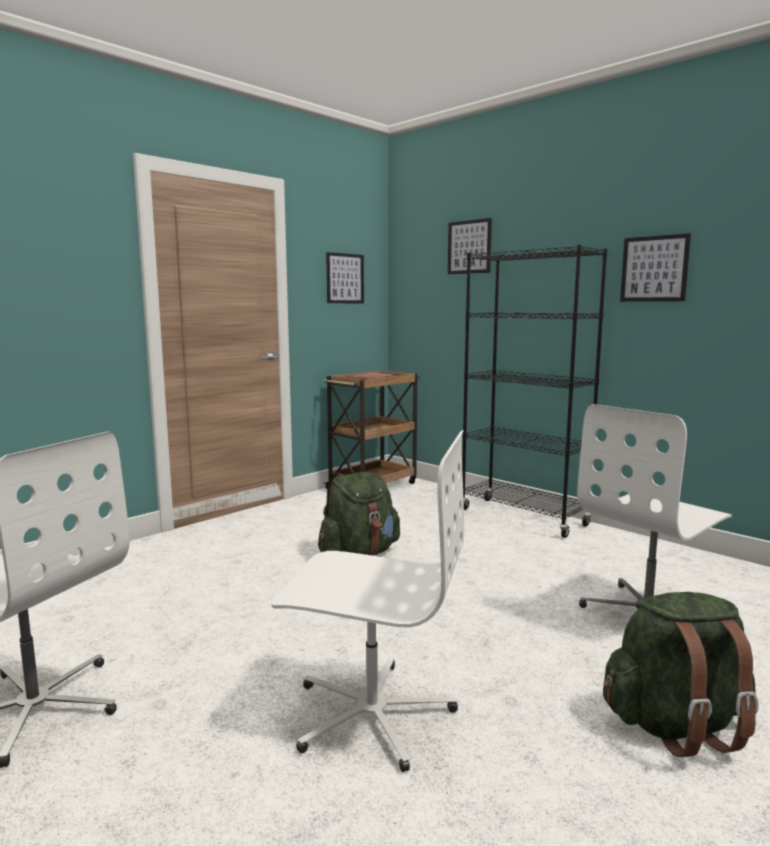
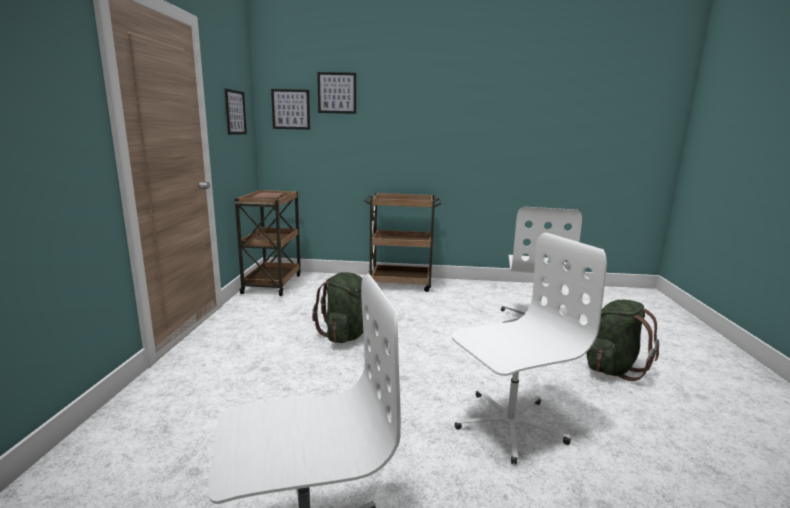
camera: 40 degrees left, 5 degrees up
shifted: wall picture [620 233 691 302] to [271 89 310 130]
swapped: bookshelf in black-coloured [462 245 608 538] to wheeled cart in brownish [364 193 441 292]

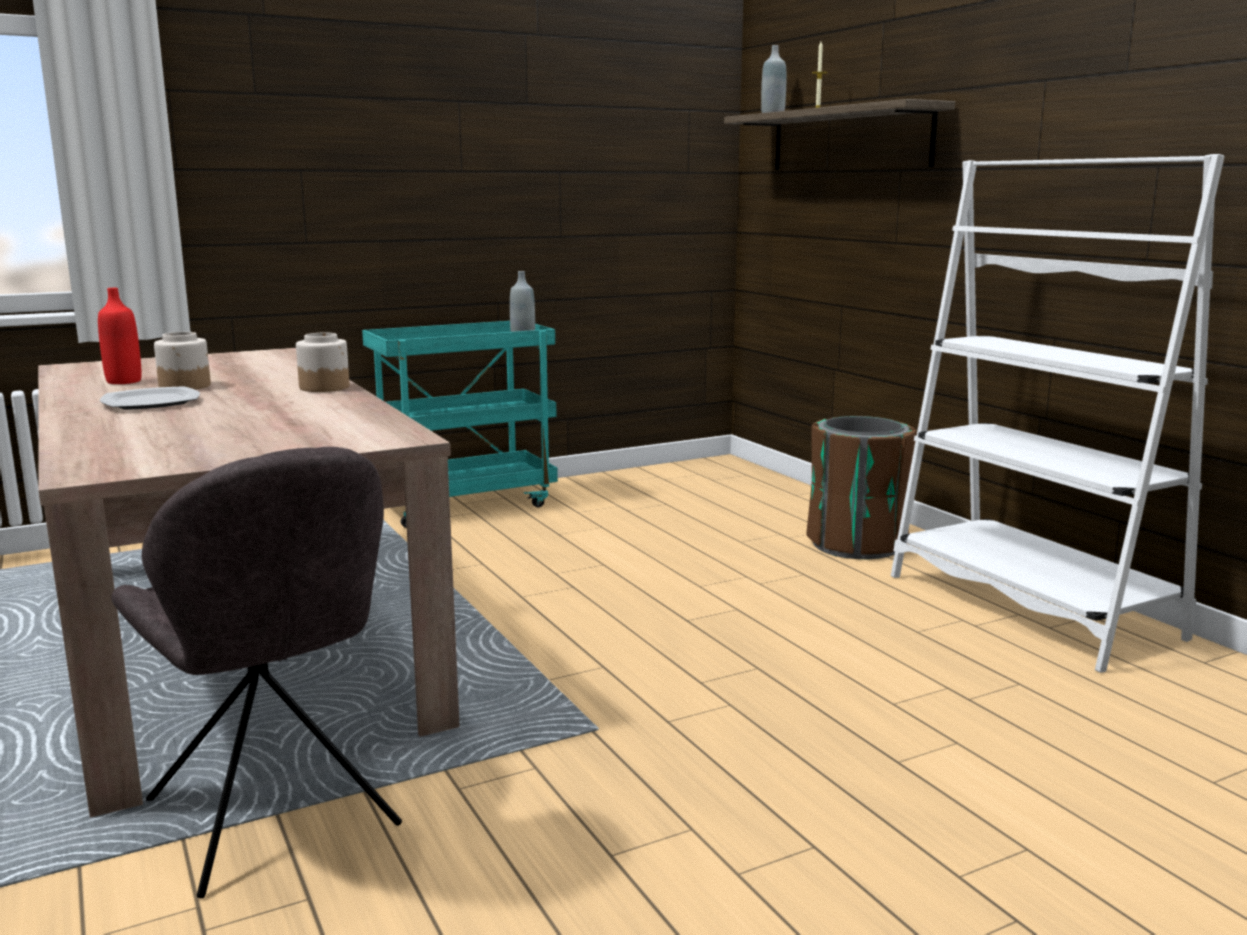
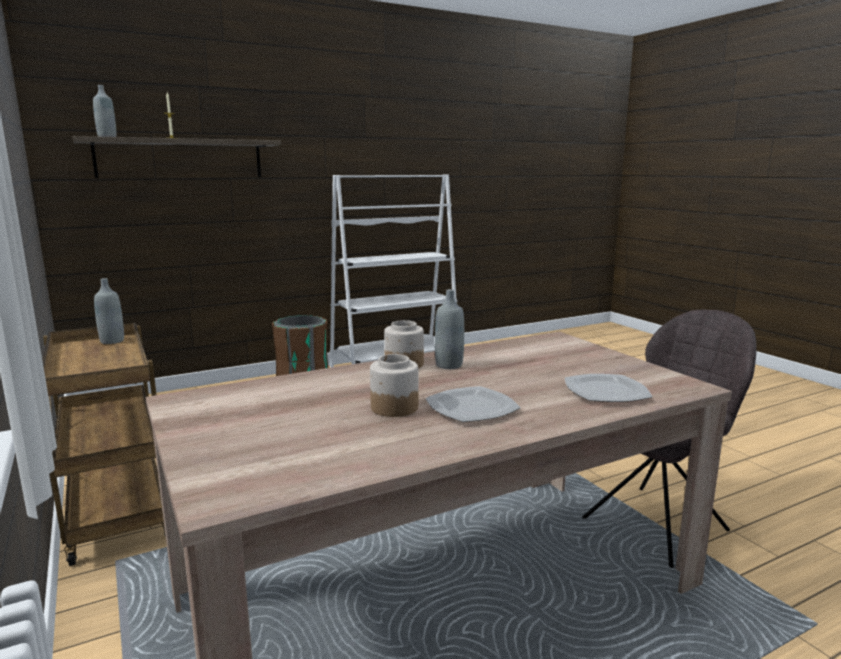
camera: 90 degrees left, 0 degrees up
gone: bottle in reddish [98 288 141 384]
new: bottle in greyish [435 289 464 369]; flat dish [565 374 652 402]
repainted: wheeled cart in turquoise-coloured [362 321 558 528] to wheeled cart in brownish [42 323 166 566]

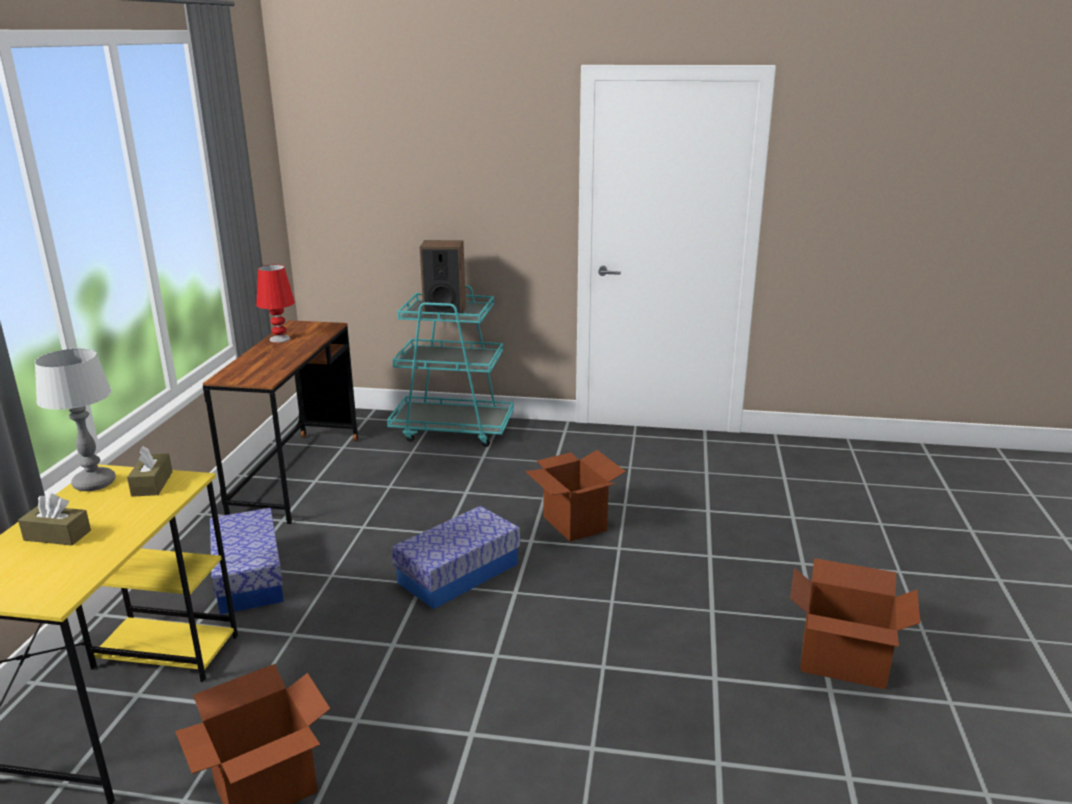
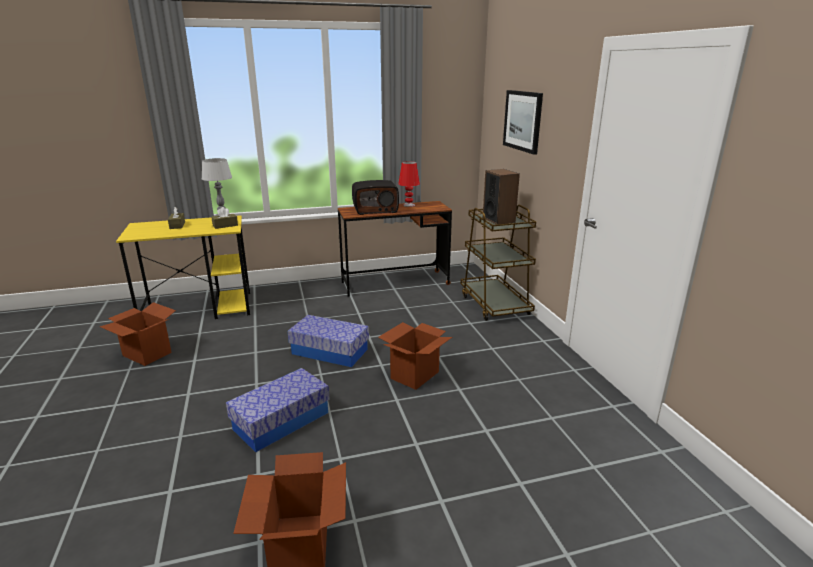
camera: 65 degrees right, 0 degrees up
new: wall picture [503 90 543 155]; radio receiver [352 180 399 215]
shifted: storage bin [210 508 284 615] to [226 368 330 452]
repainted: wheeled cart in turquoise-coloured [387 285 514 447] to wheeled cart in brownish [460 205 536 321]

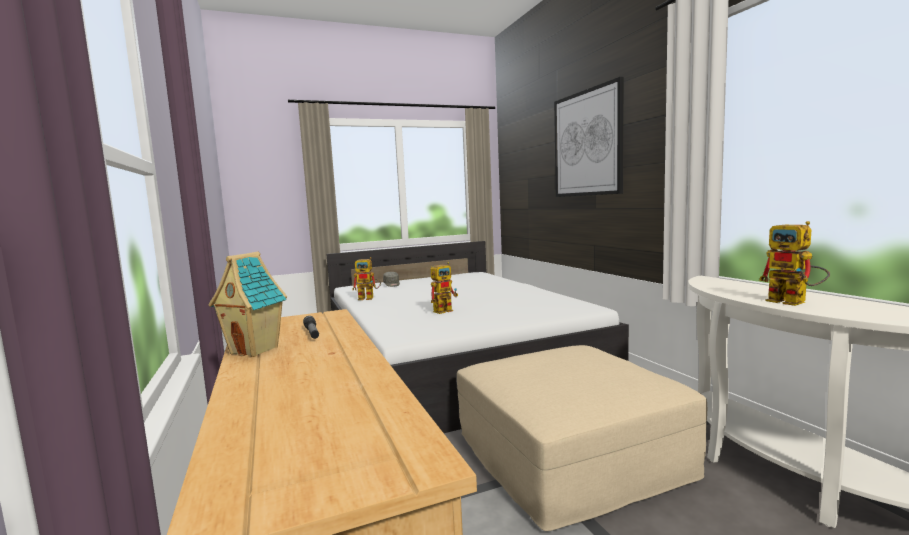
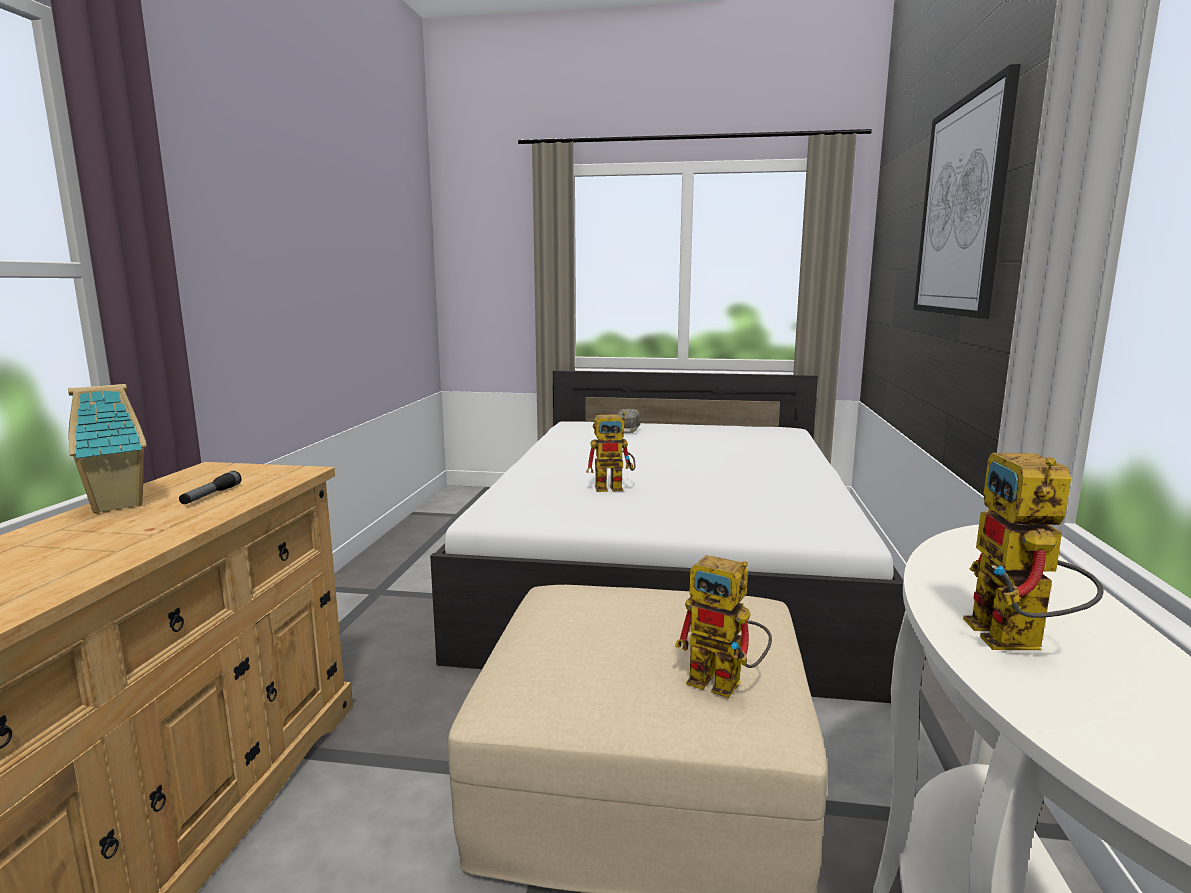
camera: 30 degrees right, 5 degrees up
shifted: toy robot [352 257 381 300] to [675 555 772 698]

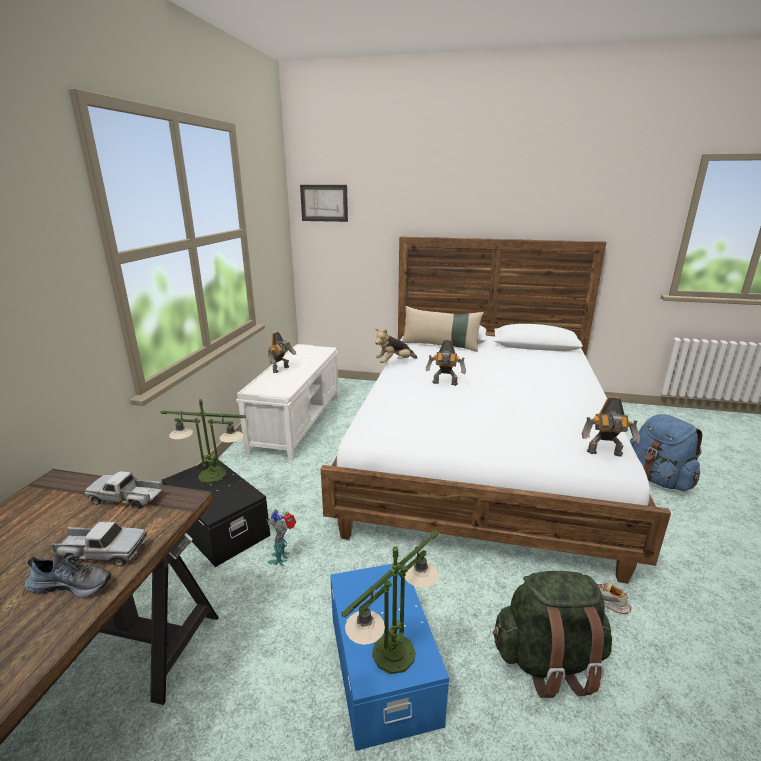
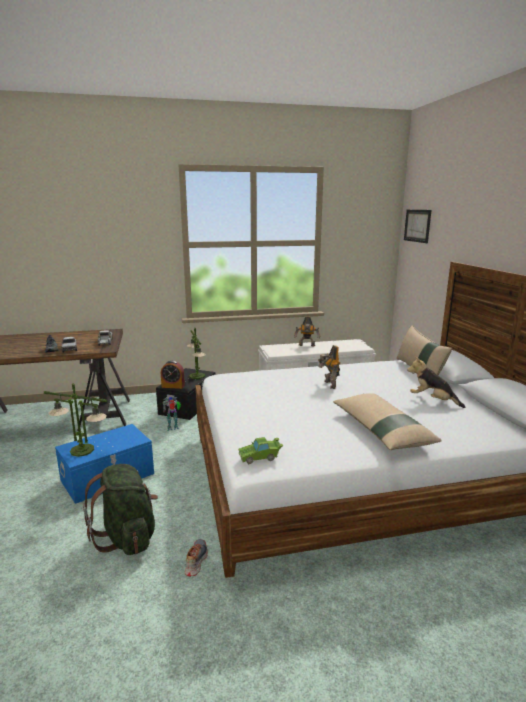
camera: 65 degrees right, 5 degrees down
gone: rucksack in bluish [630 414 702 491]
new: alarm clock [161 361 185 389]; pillow in beige-coloured [333 393 442 450]
shifted: soft toy [375 329 417 363] to [407 356 465 408]
swapped: toy robot [582 397 640 457] to toy car in green [238 437 283 464]

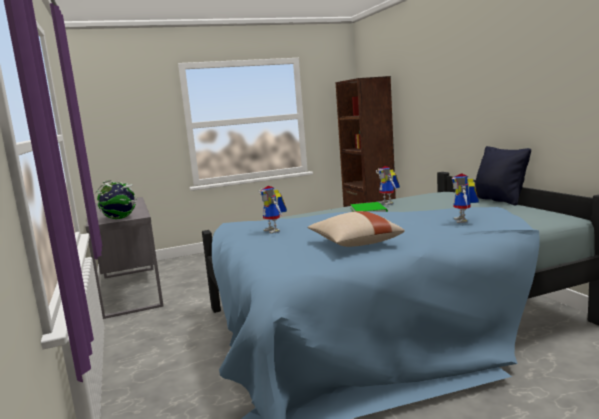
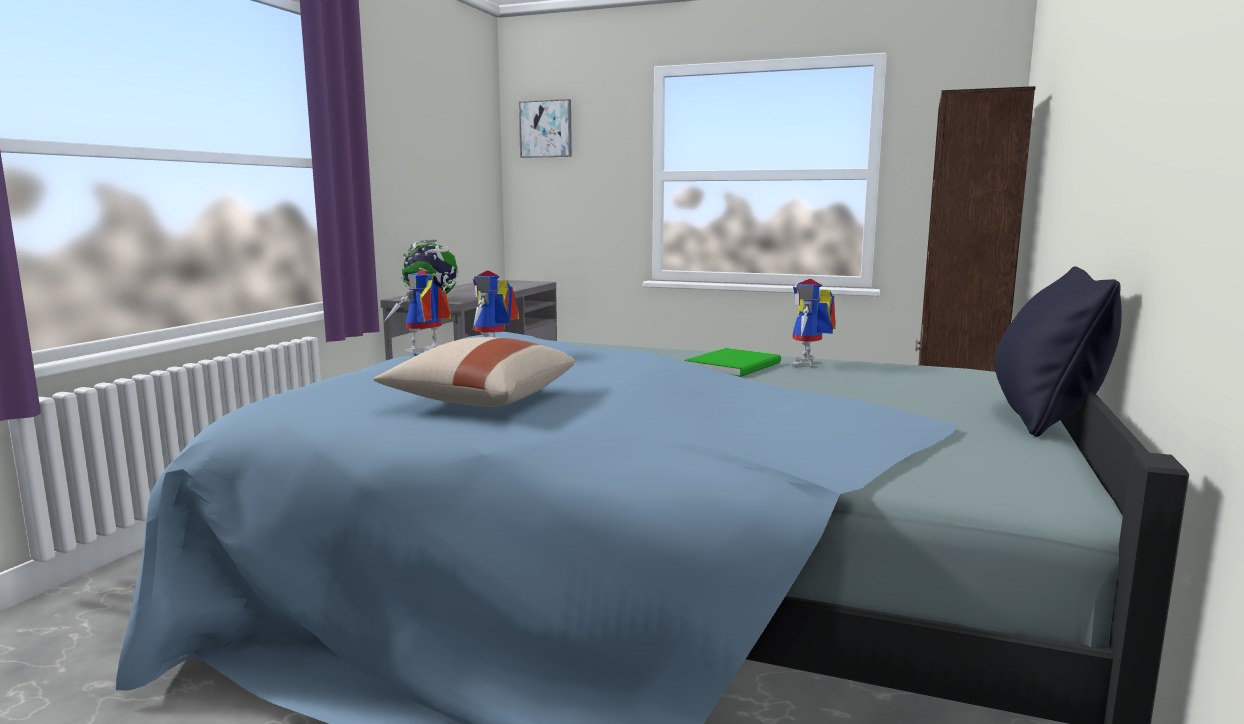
camera: 40 degrees right, 0 degrees up
new: wall picture [519 99 572 158]
shifted: toy robot [452 174 479 223] to [382 269 455 353]

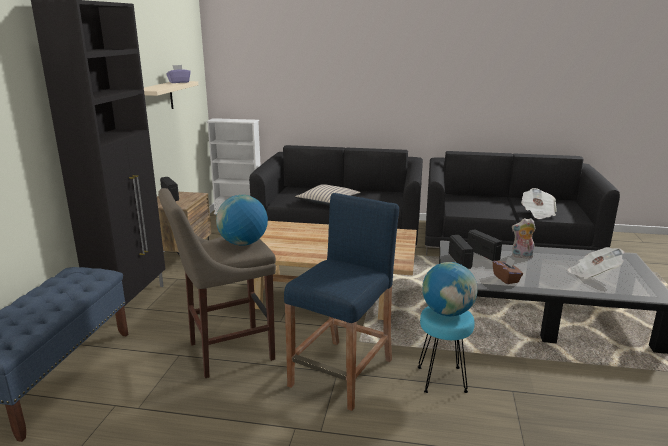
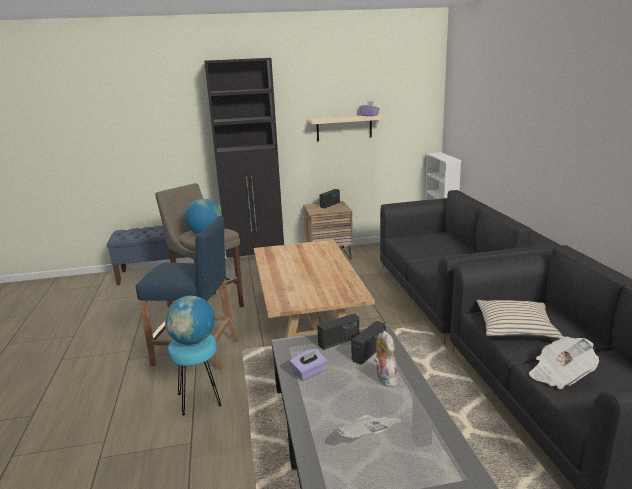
camera: 70 degrees right, 0 degrees up
shifted: pillow in beige-coloured [295 184 361 206] to [476 300 564 340]
repainted: box of tissues in brownish [493 256 523 284] to box of tissues in purple [289 349 327 381]

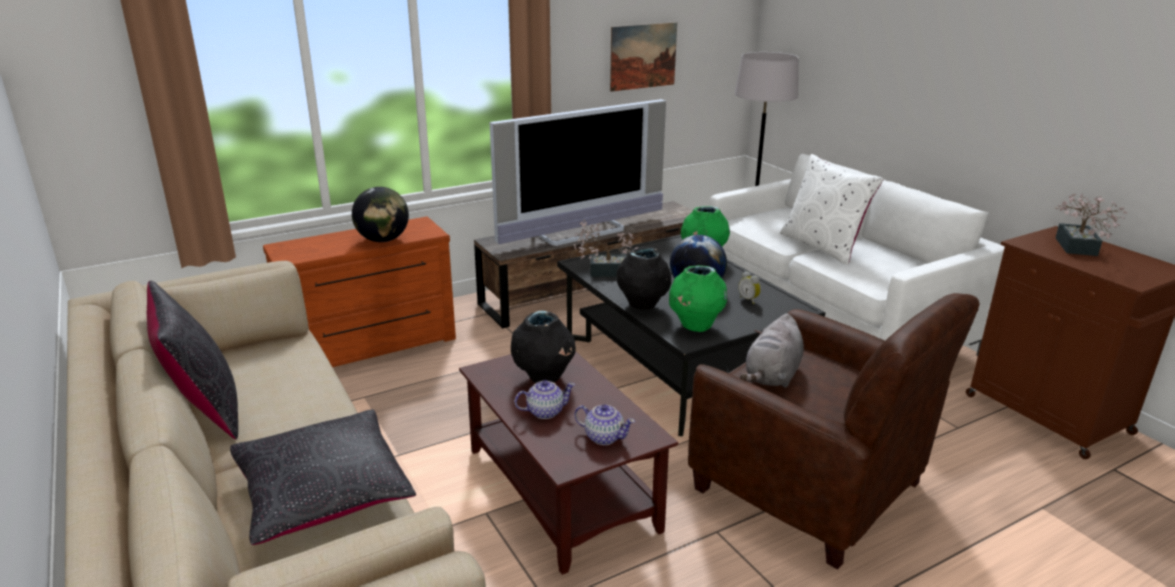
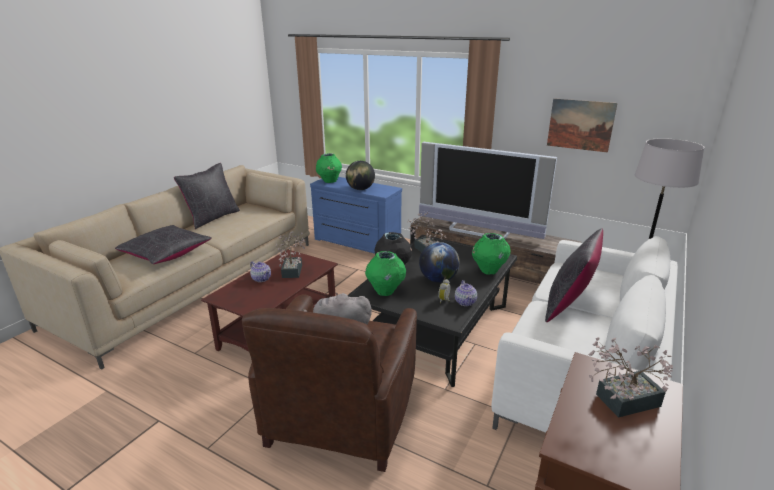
camera: 60 degrees right, 0 degrees up
new: decorative vase in green [316 153 342 183]
shifted: pot for tea [574 404 635 445] to [455 280 477 306]
swapped: decorative vase in black-coloured [511 311 576 383] to houseplant [275 231 305 278]
repainted: pillow in white-coloured [780 154 884 265] to pillow in black-coloured [545 229 603 322]; drawer chest in brownish [263 217 456 367] to drawer chest in bluish [310 177 402 254]

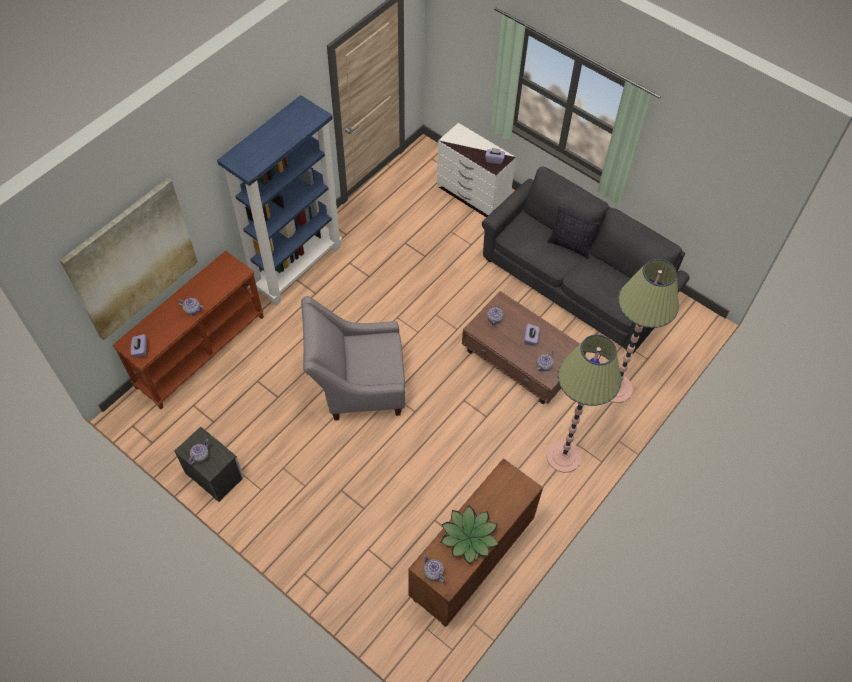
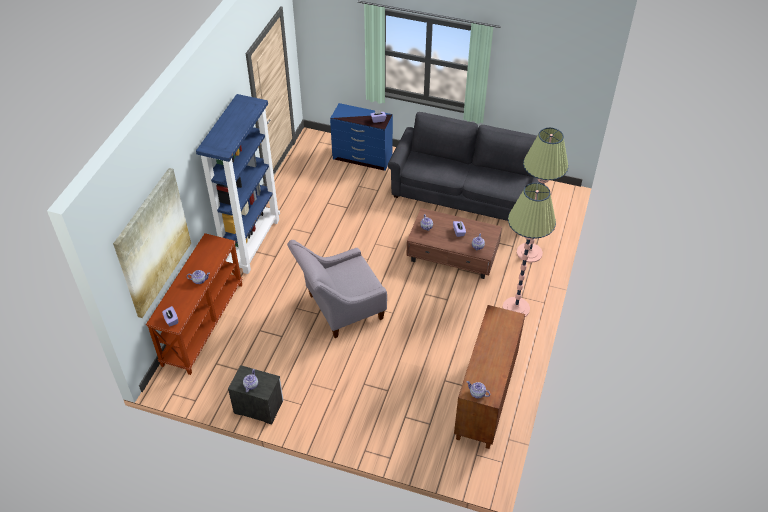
camera: 20 degrees left, 10 degrees down
gone: pillow [547 206 600 259]; houseplant [441 506 499 564]
repainted: drawer chest in white-coloured [437 123 516 217] to drawer chest in bluish [330 103 393 171]

